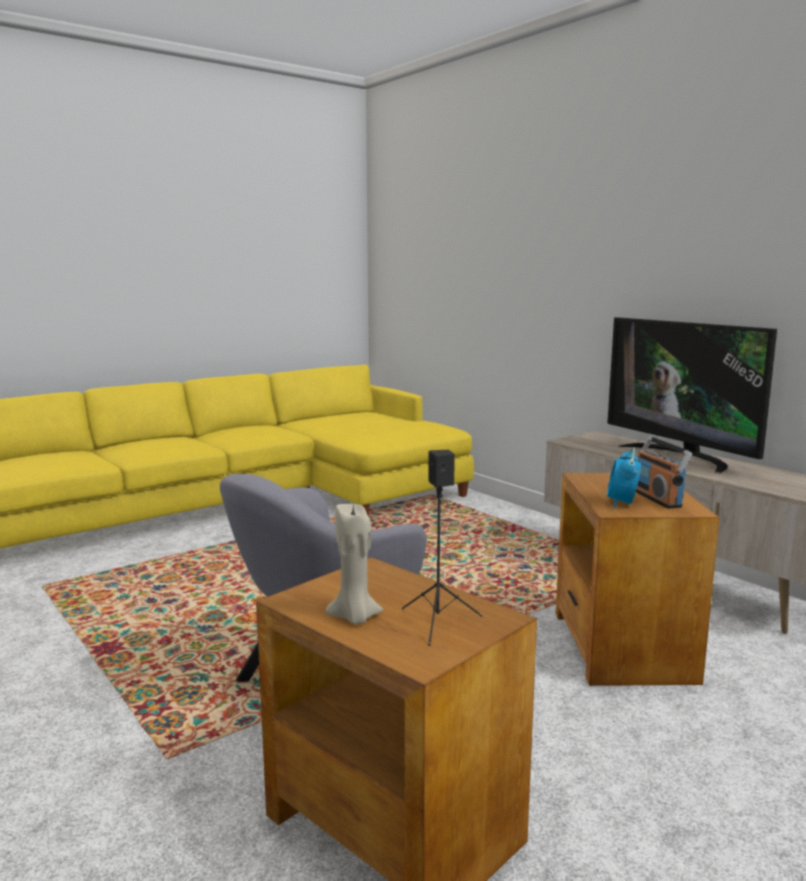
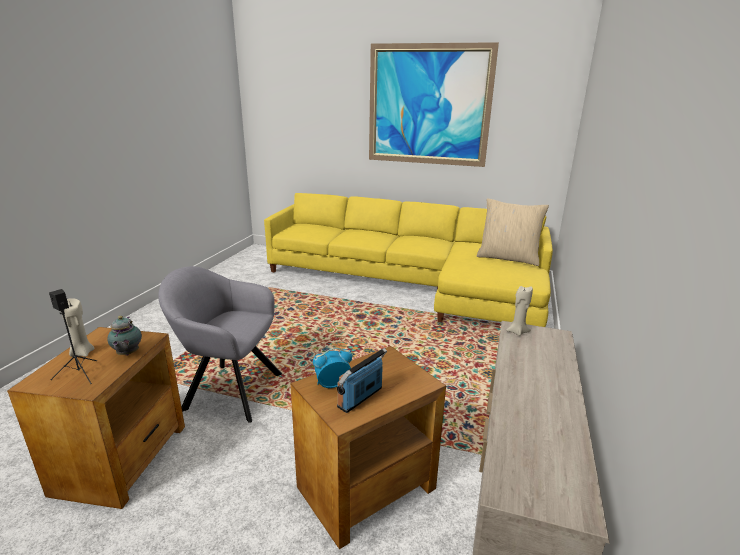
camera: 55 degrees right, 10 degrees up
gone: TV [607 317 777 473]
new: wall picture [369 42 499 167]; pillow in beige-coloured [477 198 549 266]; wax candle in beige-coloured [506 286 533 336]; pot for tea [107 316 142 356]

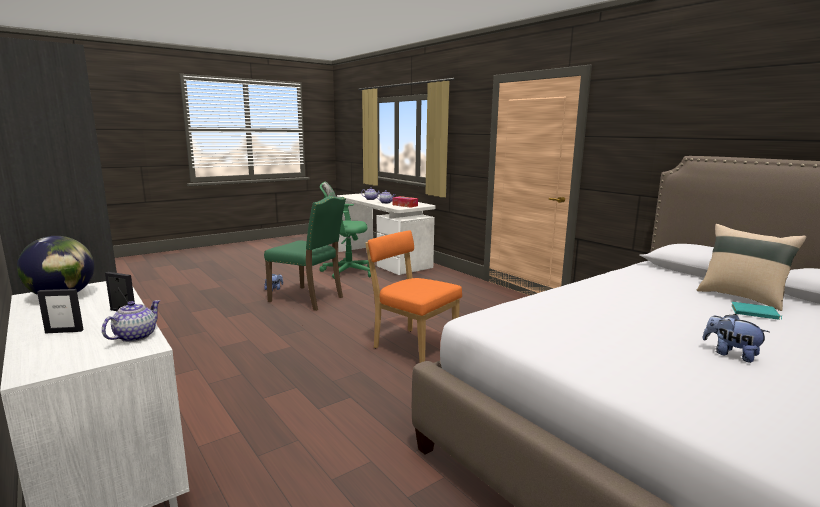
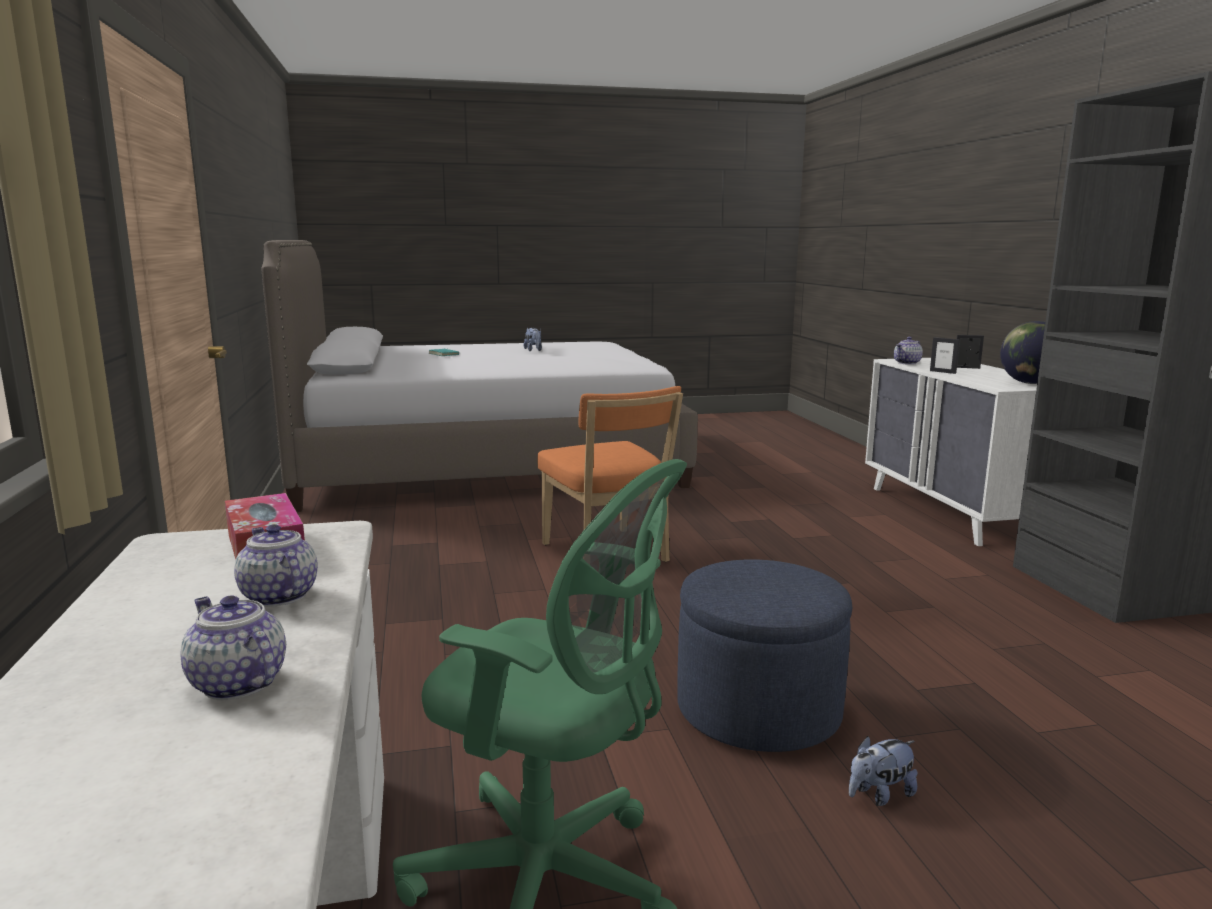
camera: 155 degrees left, 0 degrees up
gone: pillow in beige-coloured [697 224 806 311]
swapped: plain chair in green [264 196 346 311] to ottoman in bluish [677 559 852 752]

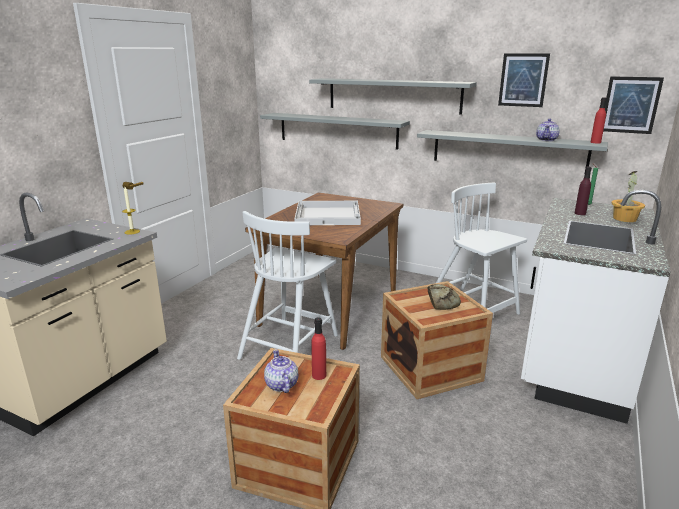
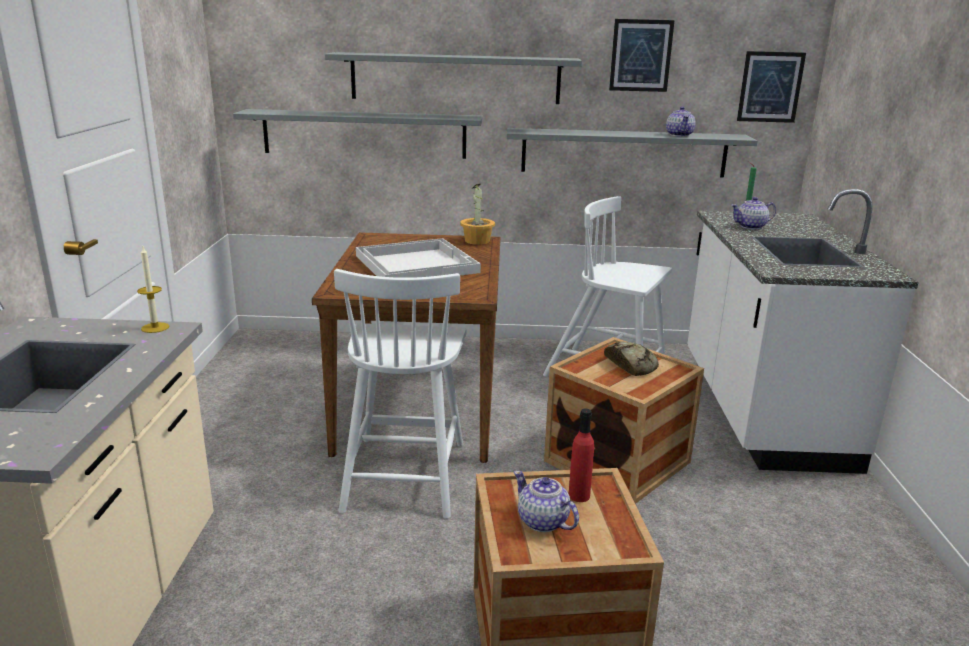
camera: 25 degrees left, 0 degrees up
gone: bottle in reddish [590 97 607 143]
shifted: houseplant [611 171 645 222] to [460 184 495 245]
swapped: bottle in purple [575 167 592 215] to pot for tea [731 197 776 229]

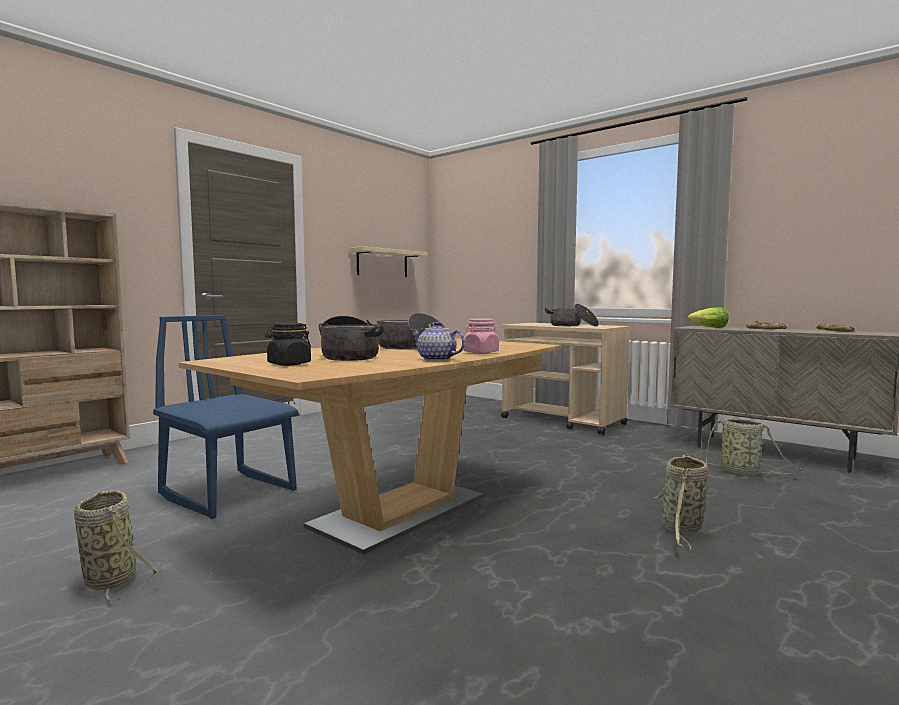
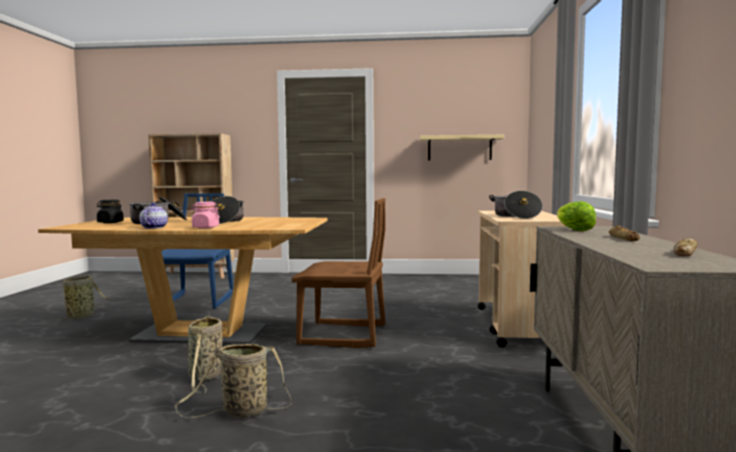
camera: 55 degrees right, 0 degrees up
new: plain chair in brownish [291 198 386 348]
shifted: basket [705 418 803 475] to [187 315 223 393]

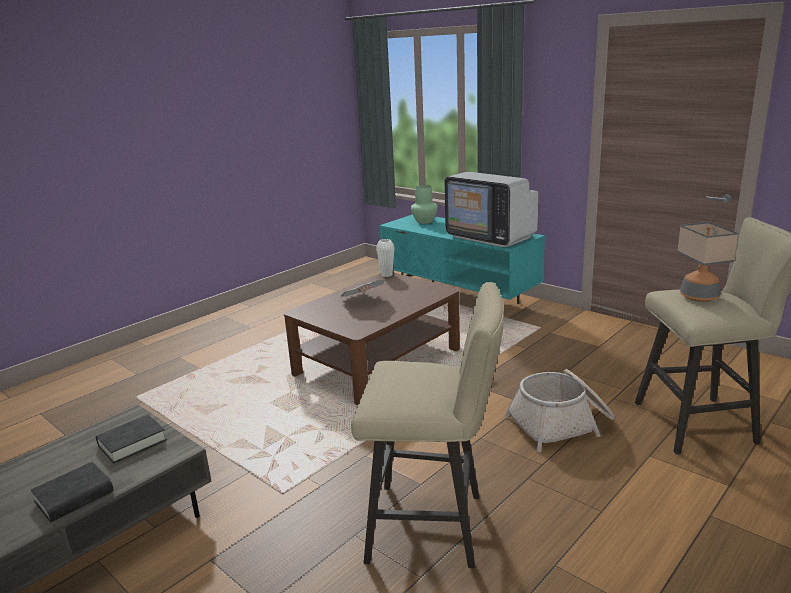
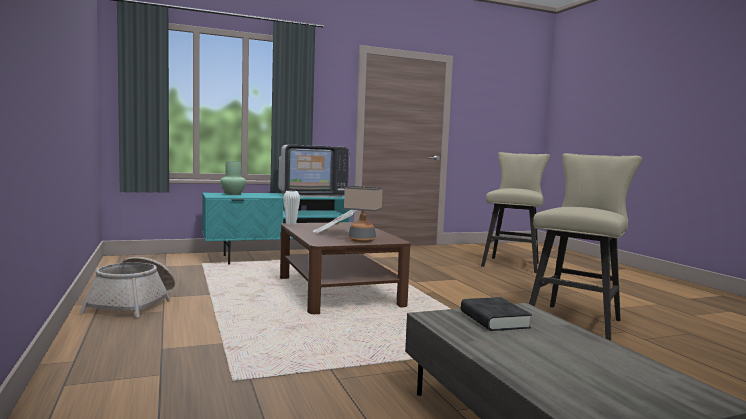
camera: 65 degrees left, 15 degrees down
gone: volume in black-coloured [31 462 114 522]
shifted: lamp for a table [677 222 738 302] to [344 186 383 242]; basket [504 369 615 452] to [80 257 175 318]

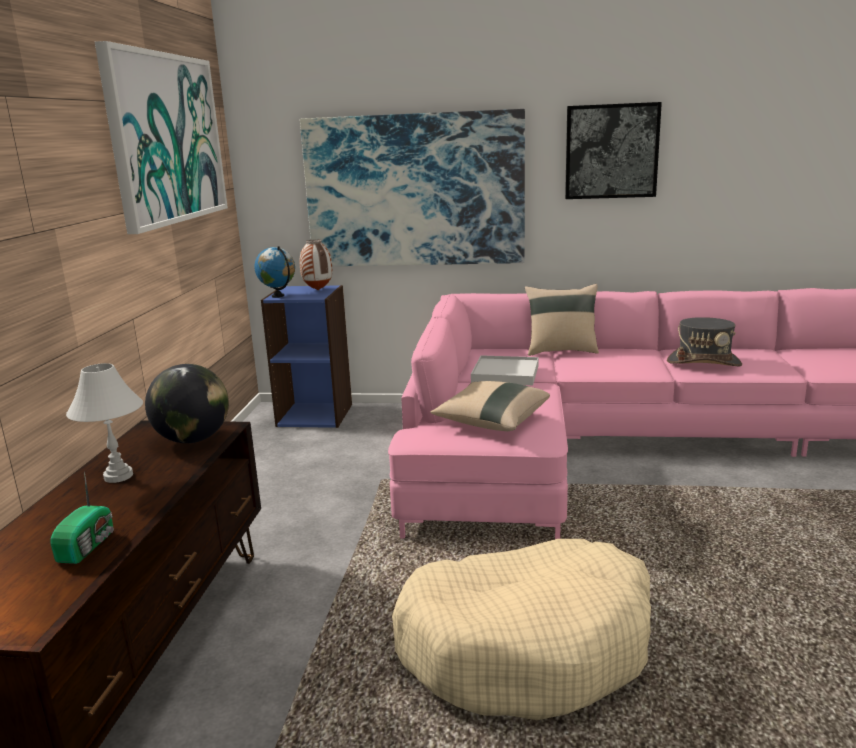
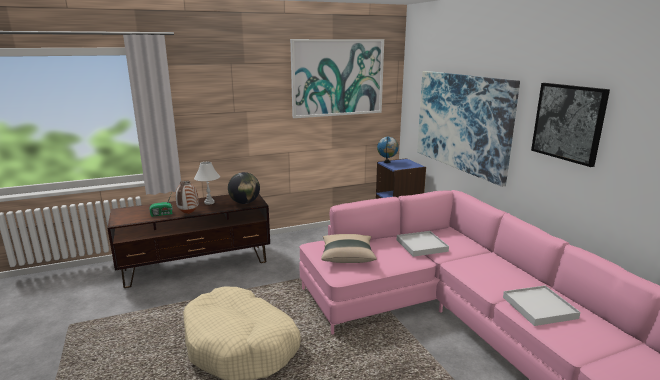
camera: 60 degrees right, 0 degrees up
gone: pillow in beige-coloured [525 284 599 356]
shifted: decorative vase [300 239 332 290] to [175 181 199 214]
swapped: hat in greyish [667 317 742 367] to serving tray in white-coloured [503 286 581 326]

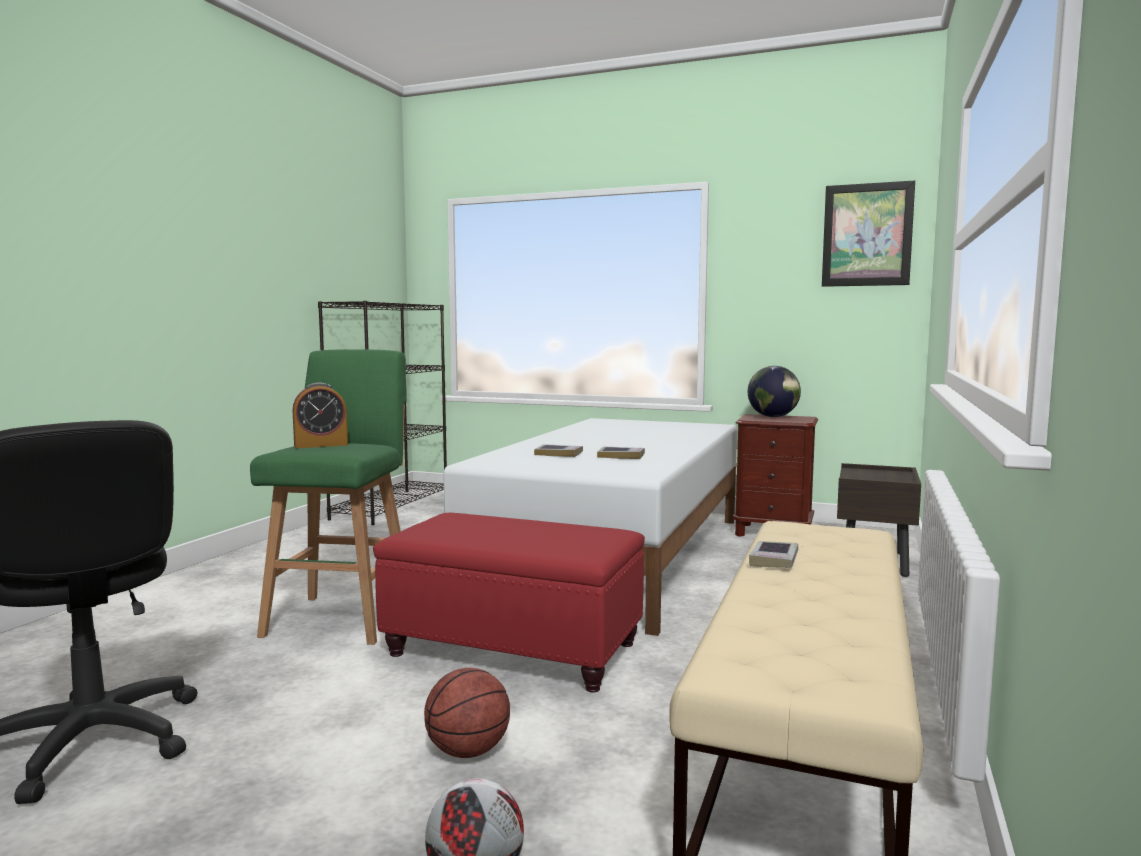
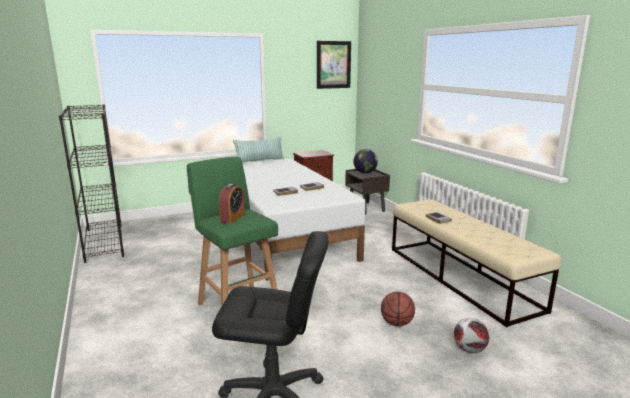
camera: 45 degrees left, 10 degrees up
gone: ottoman in reddish [373 513 645 692]
new: pillow [233 136 284 162]
shifted: world globe [748 366 801 417] to [353 149 378 173]

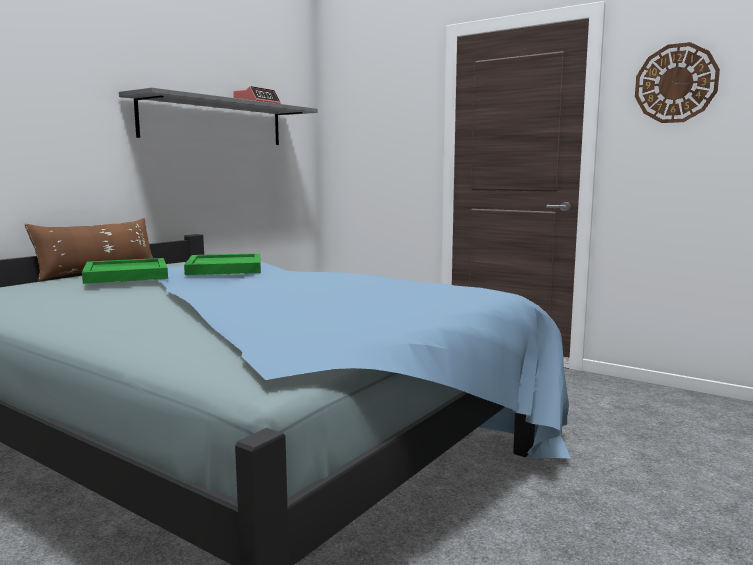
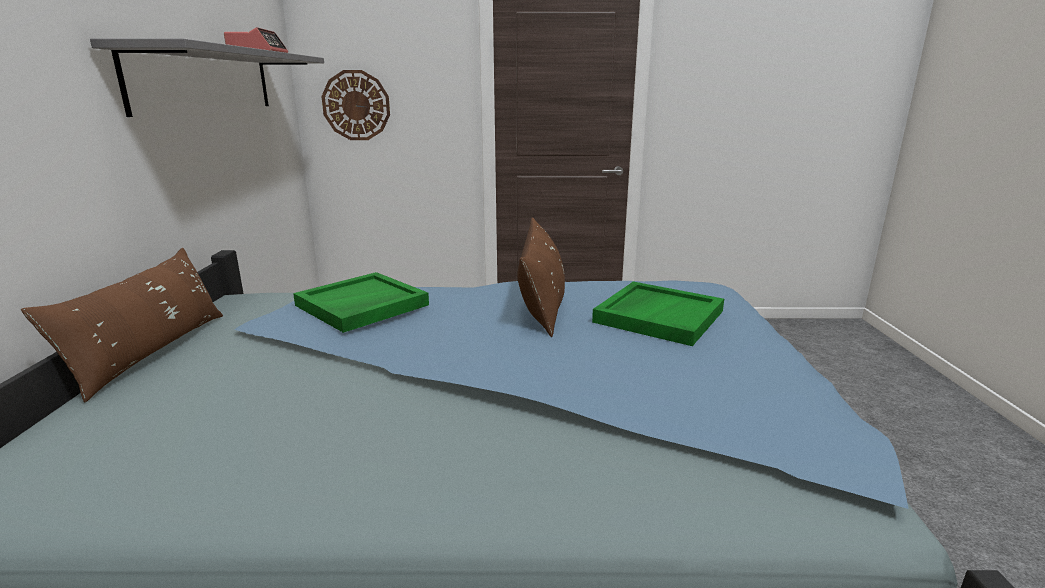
camera: 35 degrees left, 10 degrees up
new: pillow in brownish [517 217 565 337]
shifted: wall clock [635 42 720 123] to [321 70 390 140]; serving tray in green [82 258 168 284] to [592 281 724 346]

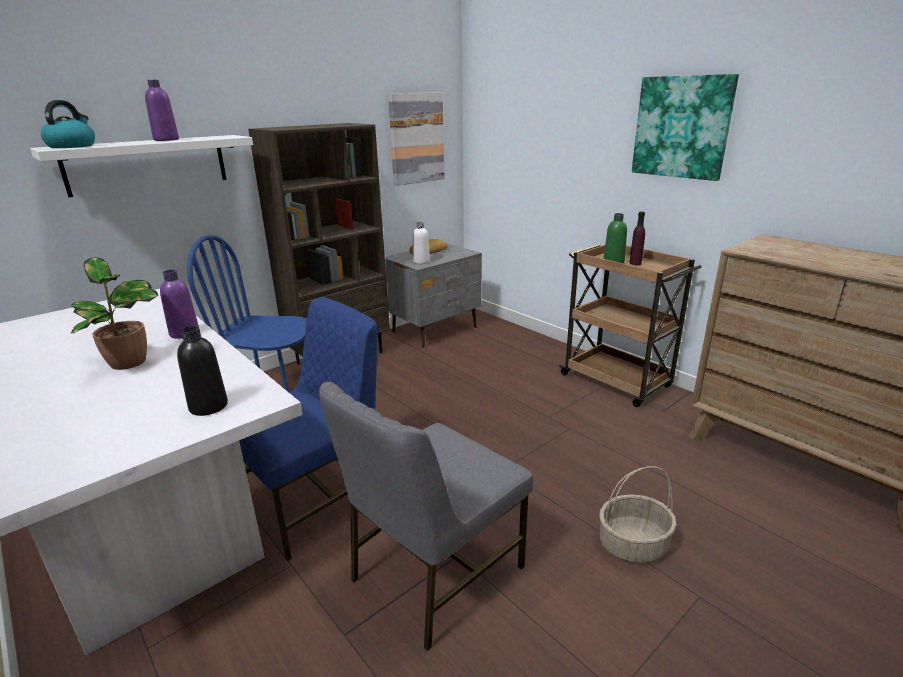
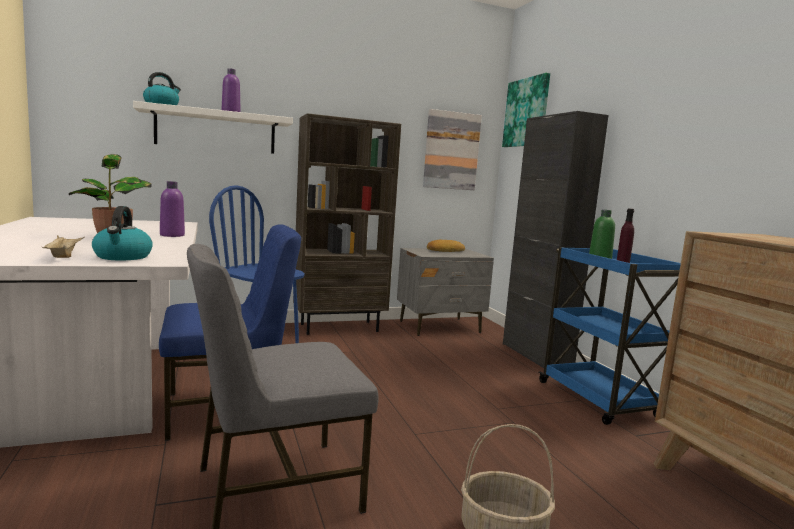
camera: 20 degrees right, 15 degrees down
gone: bottle in white-coloured [413 222 430 264]
new: cabinet in black-coloured [503 111 609 368]; serving tray in beige-coloured [42 235 85 258]
shifted: wall picture [632 74 739 181] to [502 73 550 147]
swapped: bottle in black-coloured [177 326 228 416] to water kettle [92 206 153 260]
repainted: wheeled cart in brownish [559 244 702 407] to wheeled cart in bluish [539 247 681 425]

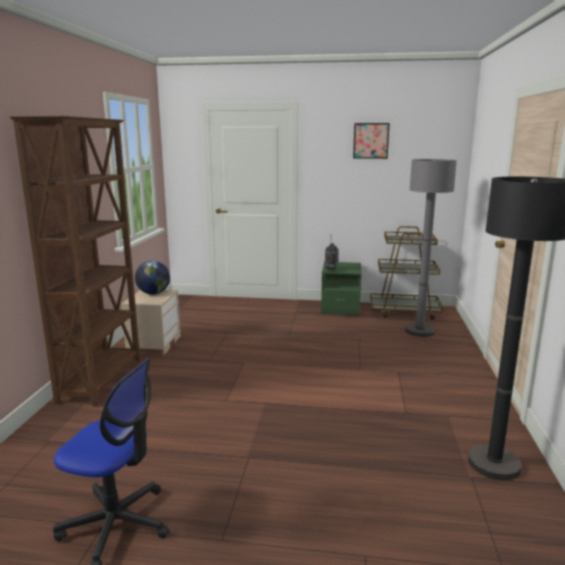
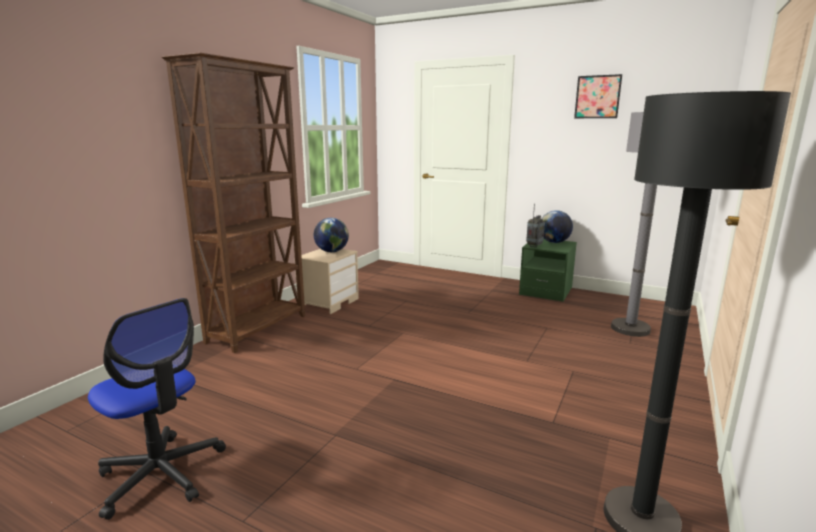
camera: 20 degrees right, 0 degrees up
gone: wheeled cart in brownish [370 226 443 320]
new: world globe [541 210 573 243]

